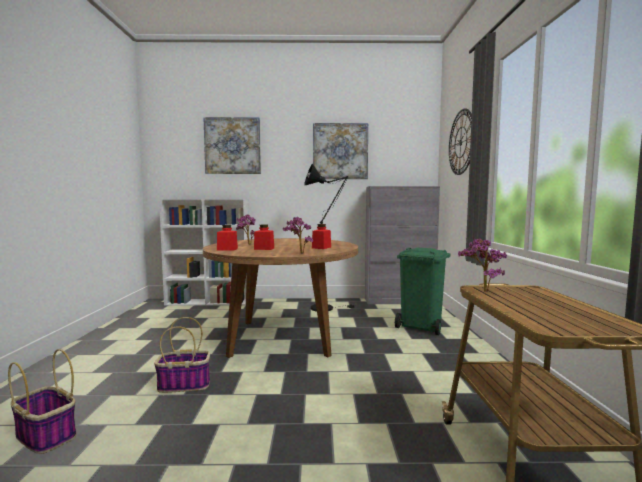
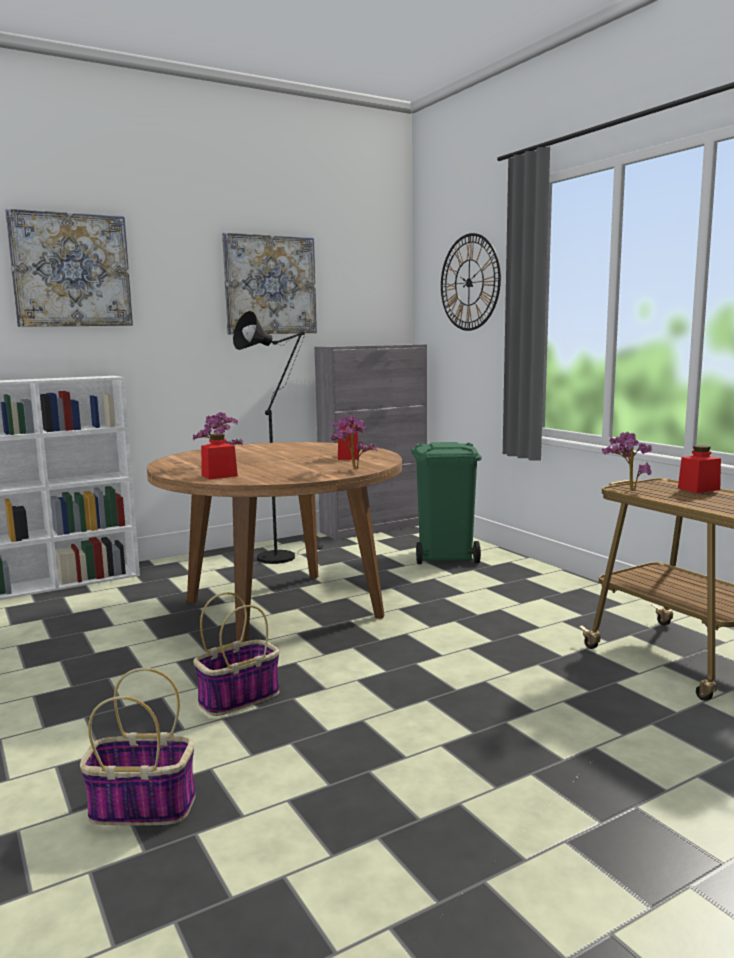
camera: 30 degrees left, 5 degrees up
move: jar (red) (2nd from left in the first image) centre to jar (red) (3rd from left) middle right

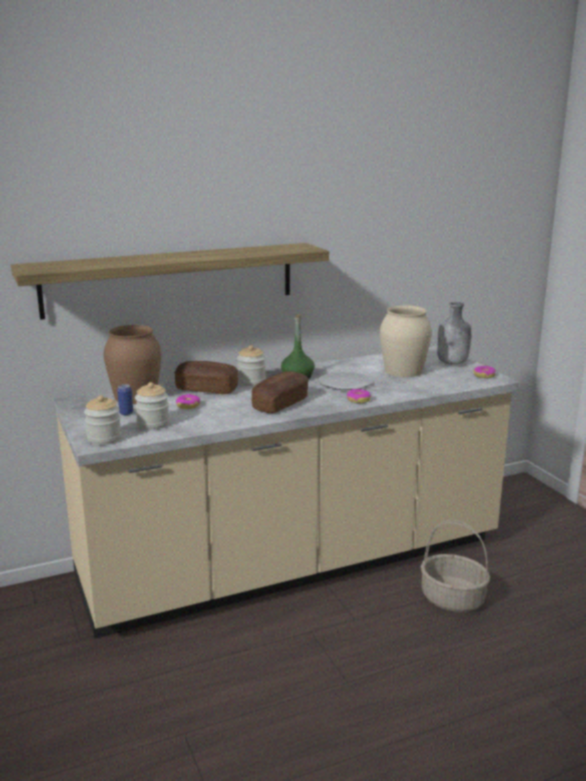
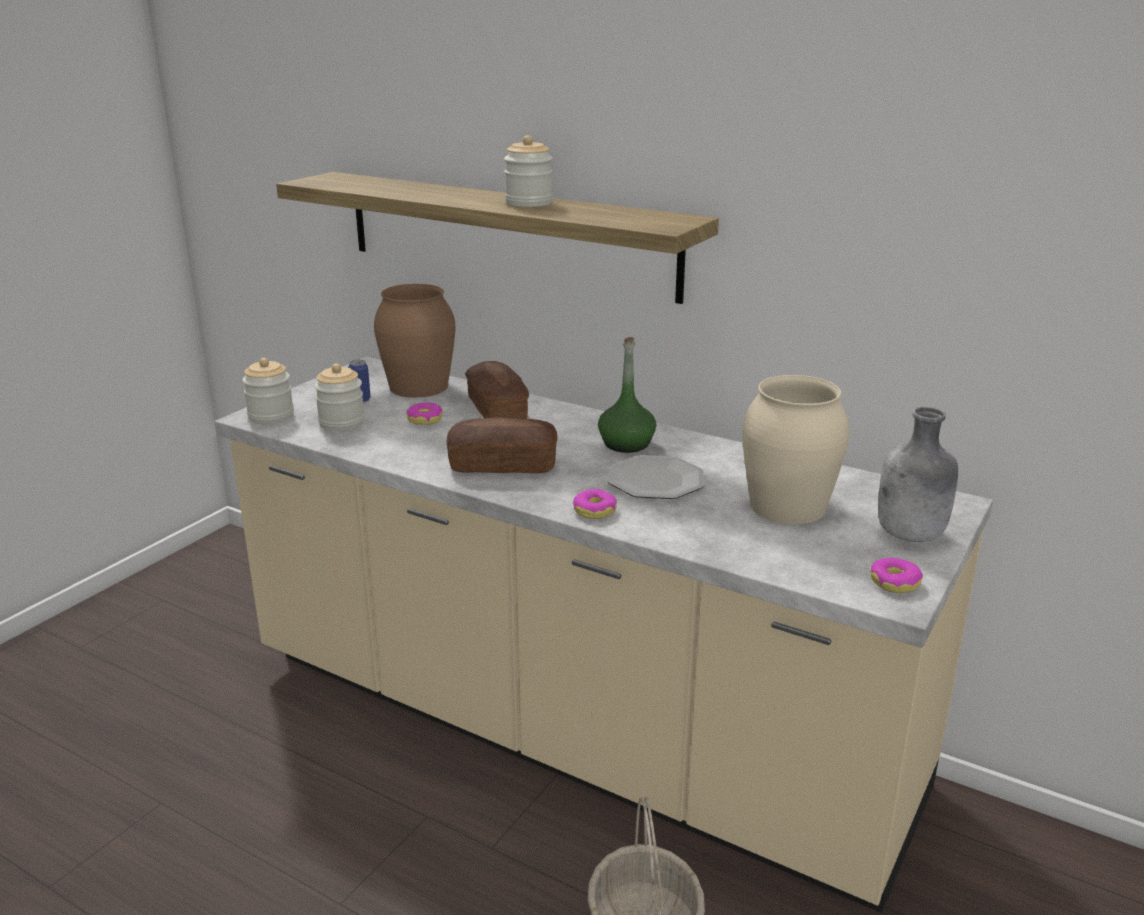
camera: 55 degrees right, 5 degrees up
move: jar (3rd from left) centre to top centre

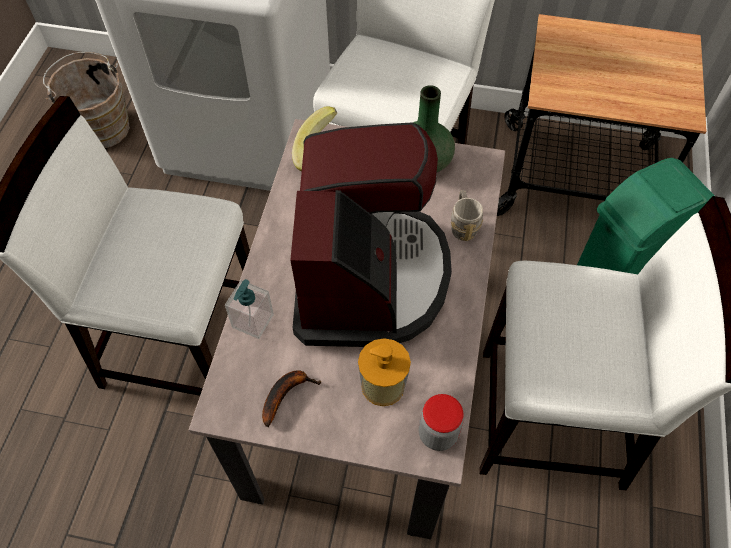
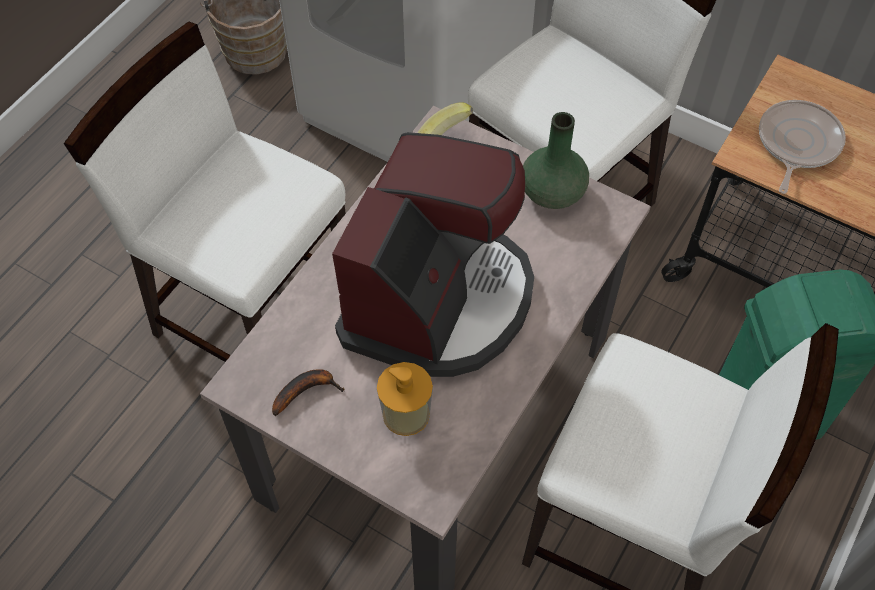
camera: 20 degrees right, 0 degrees up
delete: soap bottle (1st from left) centre; jar bottom centre; coffee mug (grey) centre
insert: pan top right

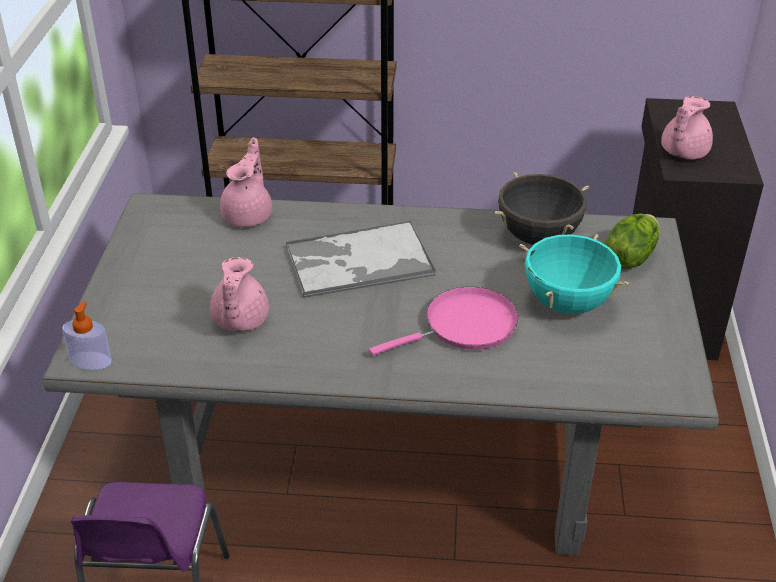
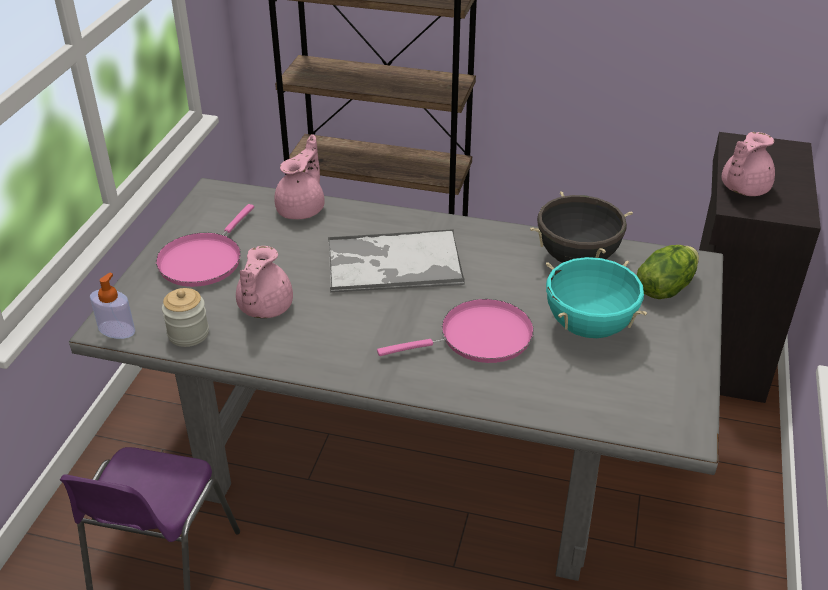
camera: 10 degrees right, 0 degrees up
insert: pan (pinkish) (1st from left) middle left; jar middle left

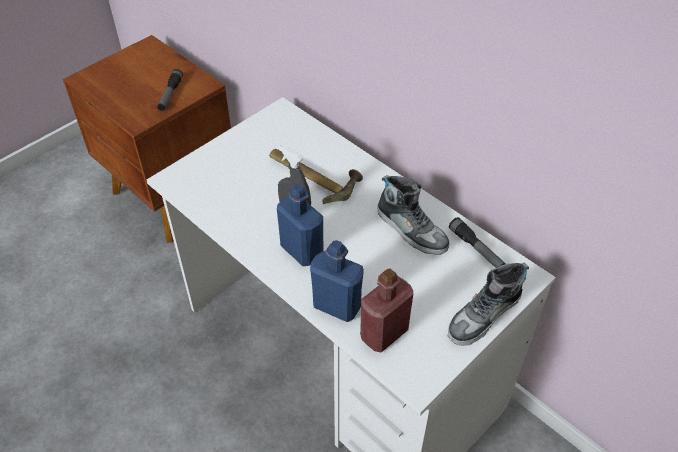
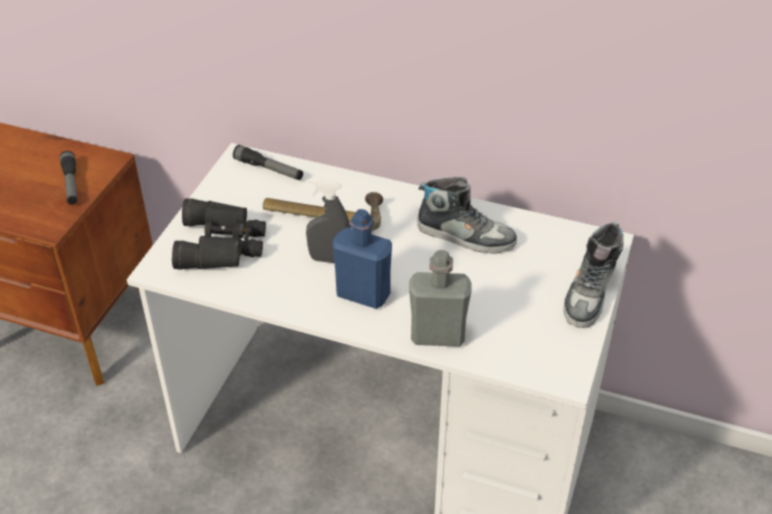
camera: 25 degrees left, 5 degrees down
delete: beverage bottle (red) bottom centre
insert: pair of binoculars (black-coloured) middle left
move: hand torch (2nd from left) middle right to top centre
recolor: beverage bottle (blue) (2nd from left) centre to beverage bottle (grey) centre

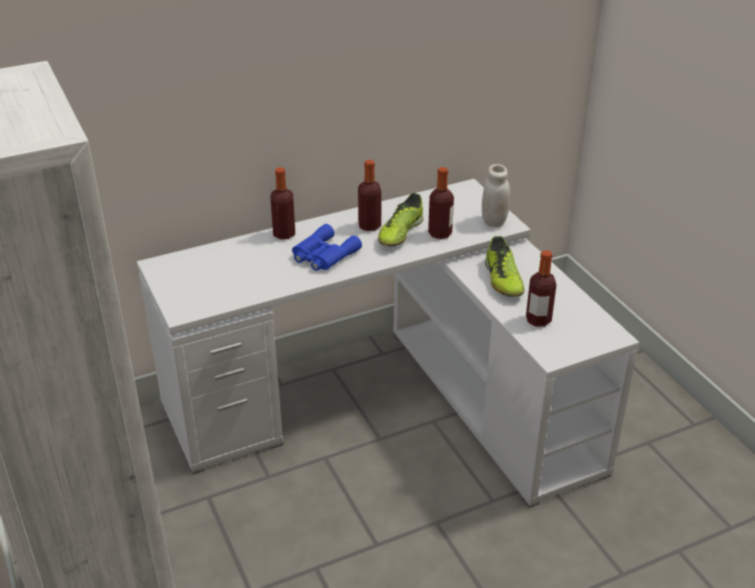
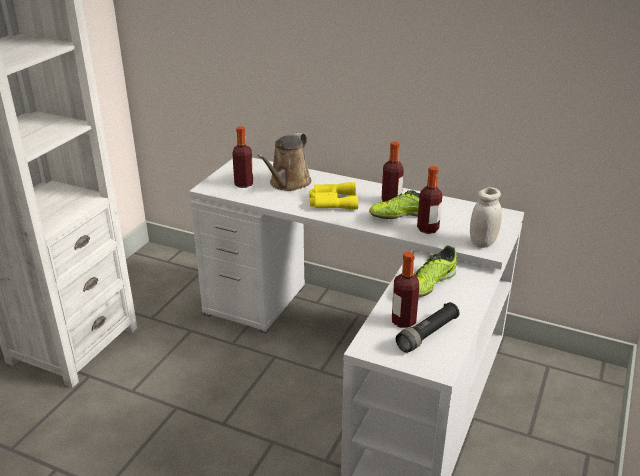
camera: 50 degrees right, 5 degrees down
insert: watering pot (brown-coloured) centre; hand torch (black-coloured) bottom right
move: beverage bottle (1st from left) centre to top centre
recolor: pair of binoculars (blue) centre to pair of binoculars (yellow-coloured) centre

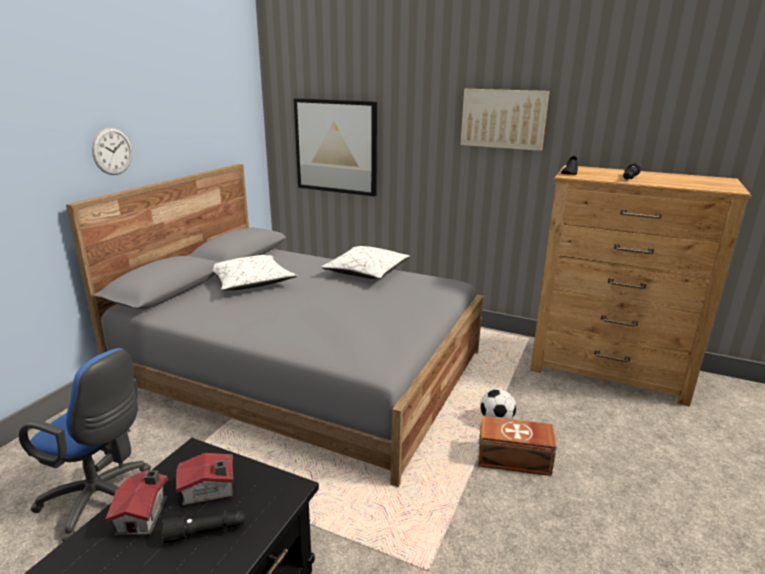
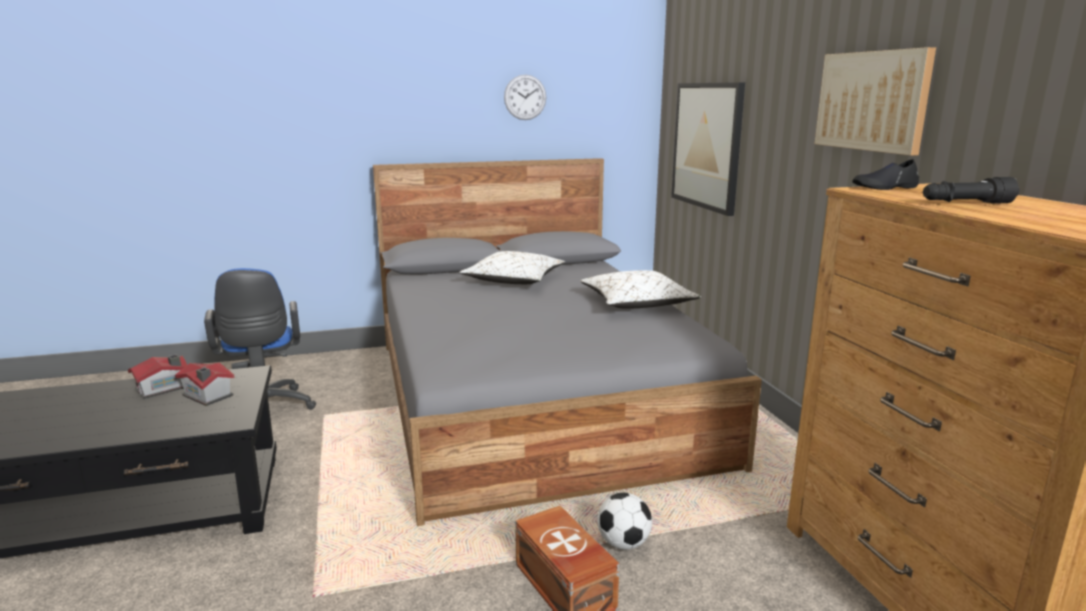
camera: 50 degrees right, 5 degrees down
delete: hand torch (black-coloured) (1st from left) bottom left
move: hanging clock top left to top centre

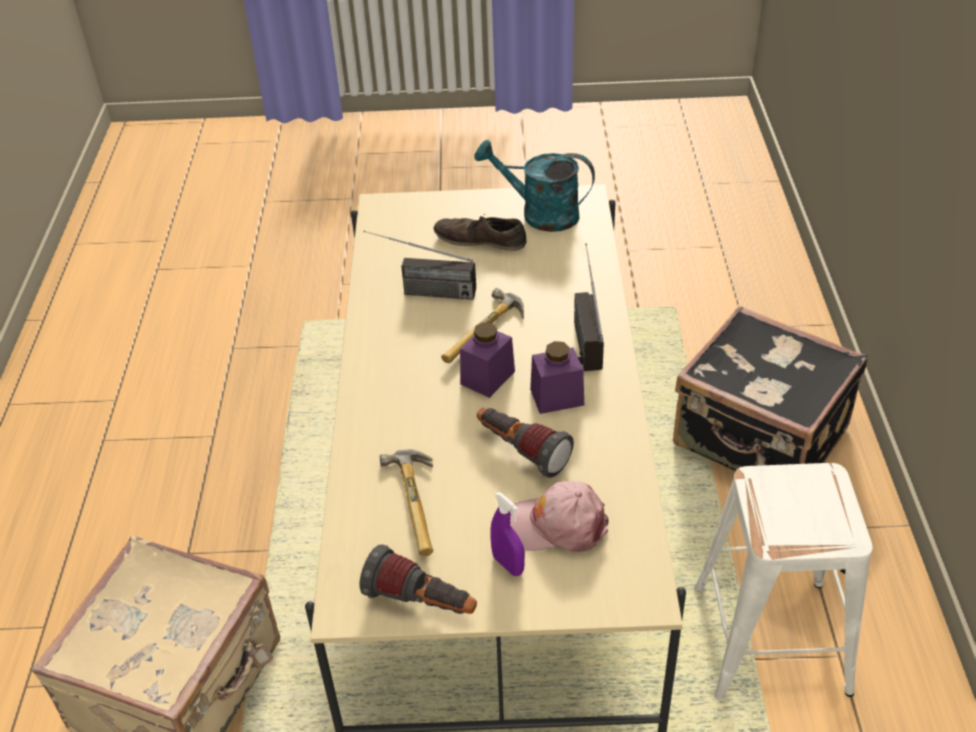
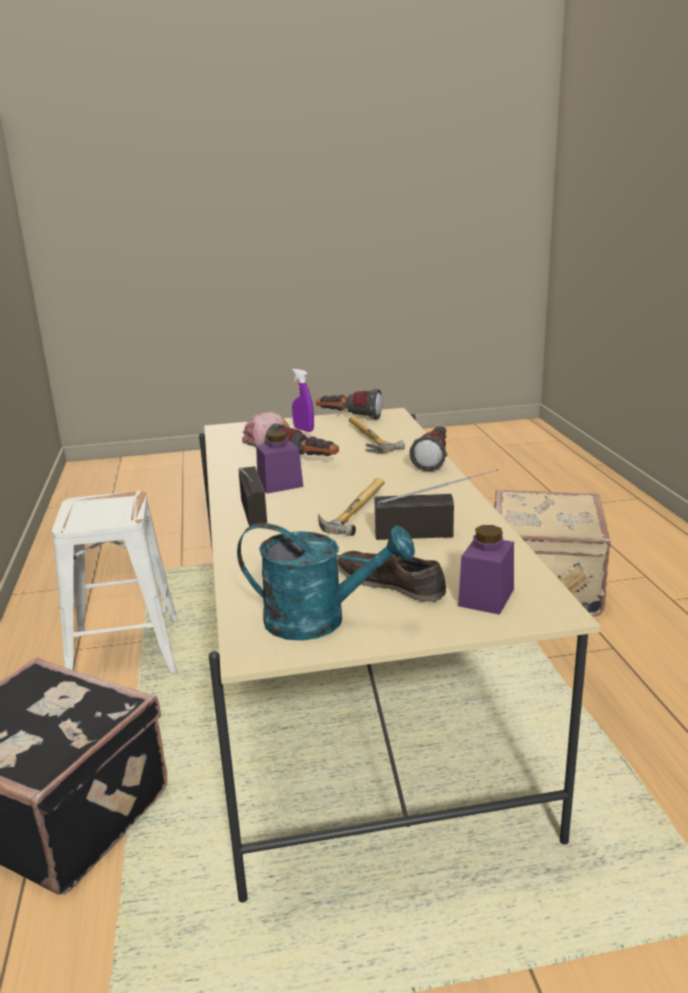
camera: 170 degrees right, 20 degrees down
insert: hand torch (3rd from left) centre
move: jar (purple-coloured) (1st from left in the first image) centre to jar (purple-coloured) (2nd from left) middle right
rotate: item of footwear (brown-coloured) top centre = centre 150 degrees counterclockwise

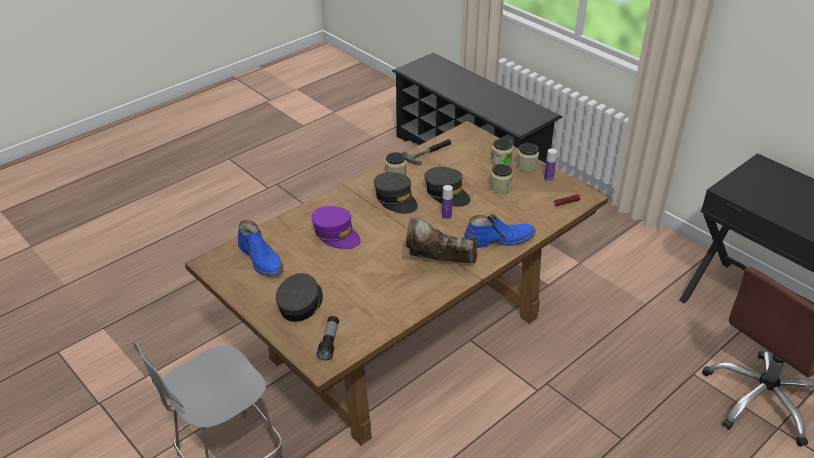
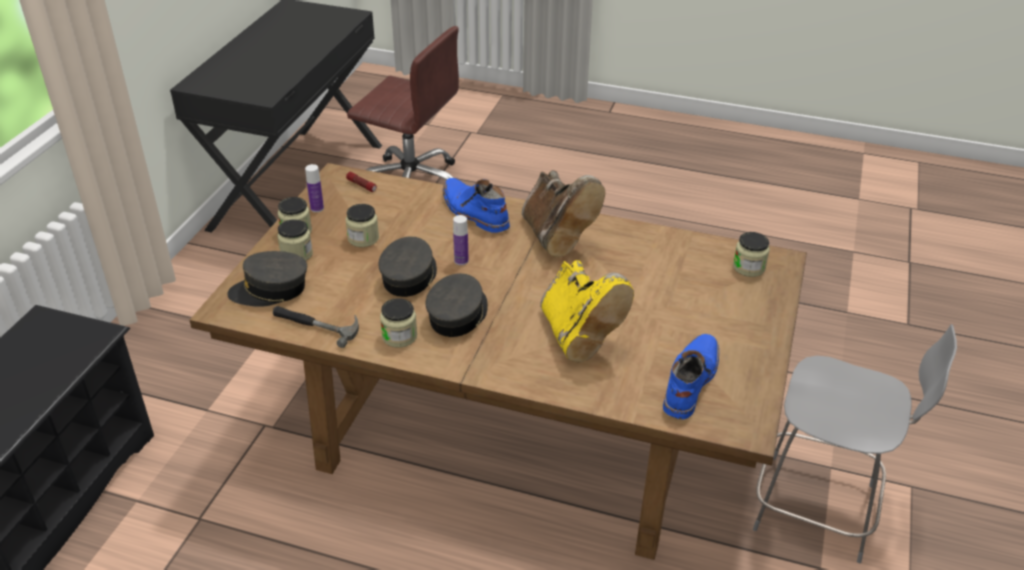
camera: 120 degrees left, 0 degrees up
move: baseball cap (grey) (1st from left) centre to middle left
replace: baseball cap (purple-coloured) centre to high-top boot (yellow-coloured) centre; hand torch (1st from left) bottom centre to jar (5th from left) middle right

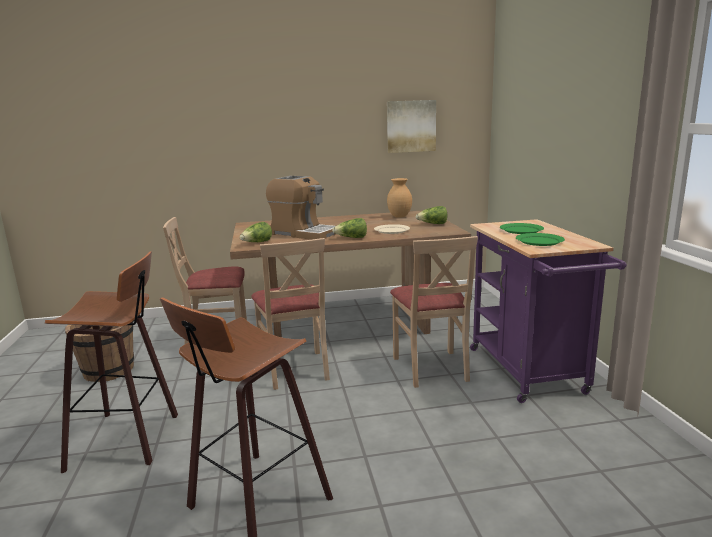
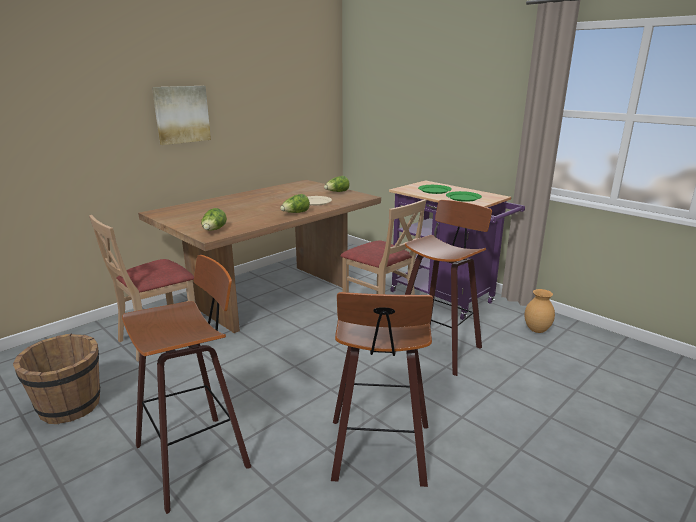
camera: 35 degrees left, 5 degrees up
delete: upright chair (sand-coloured) (2nd from left) centre; coffee maker centre
insert: stool seat (3rd from left) centre
move: picture top centre to top left; flower vase (brown-coloured) centre to middle right

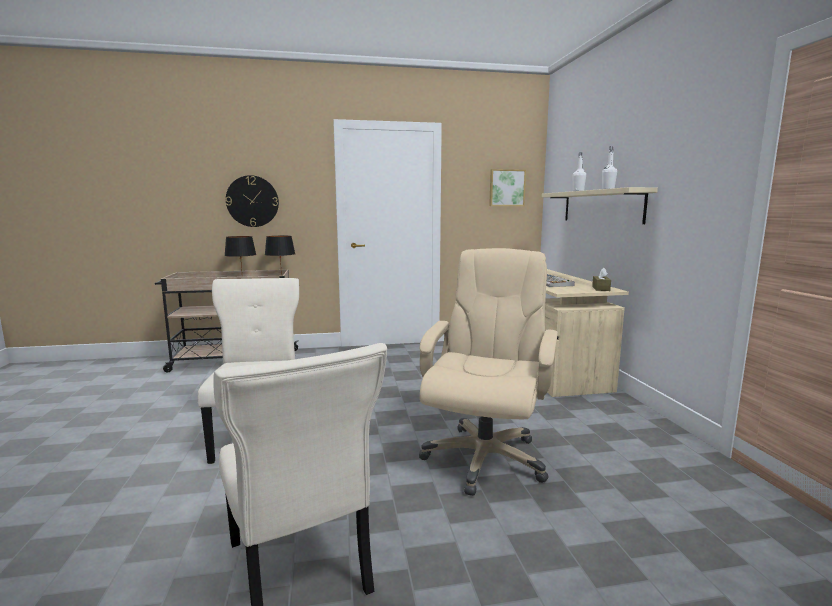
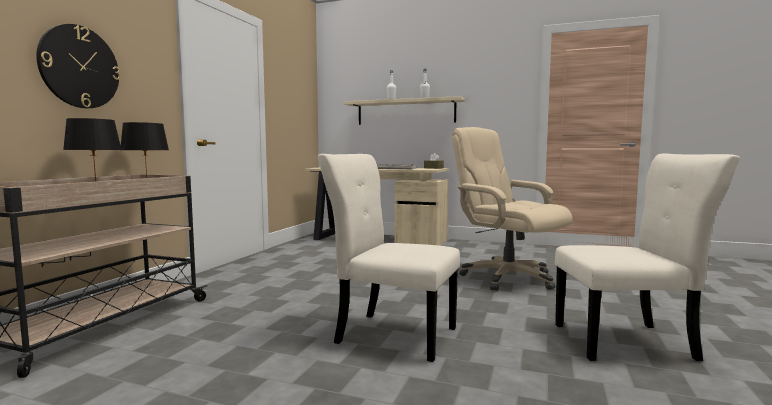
camera: 60 degrees left, 5 degrees down
delete: picture top centre

